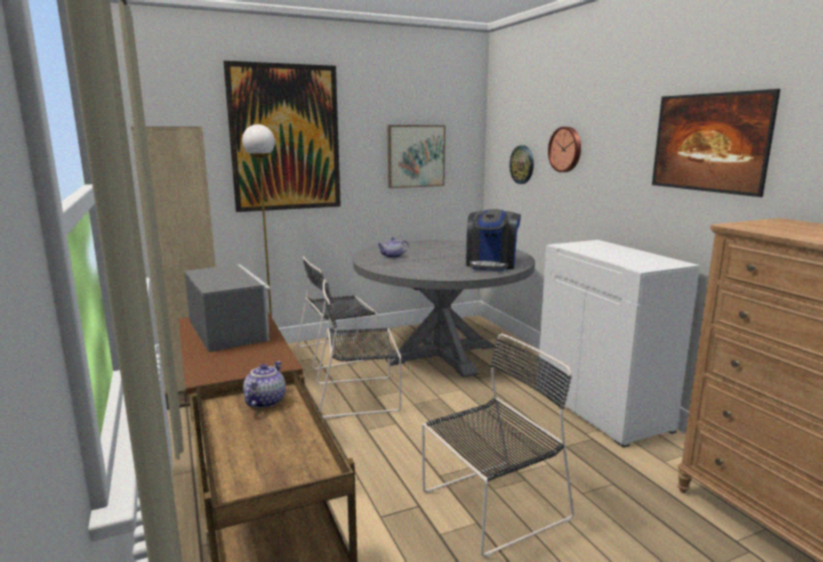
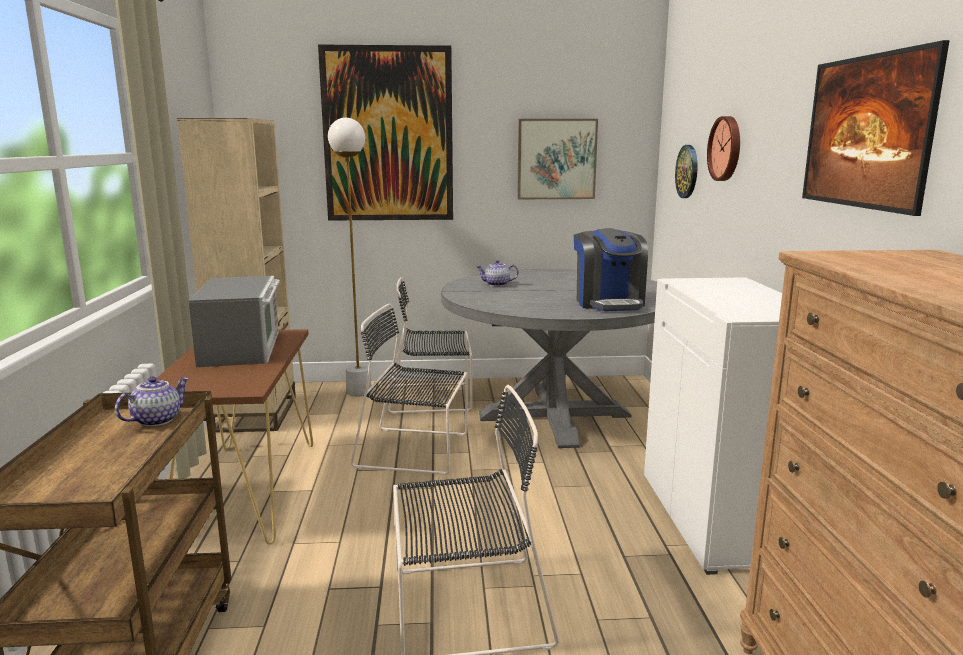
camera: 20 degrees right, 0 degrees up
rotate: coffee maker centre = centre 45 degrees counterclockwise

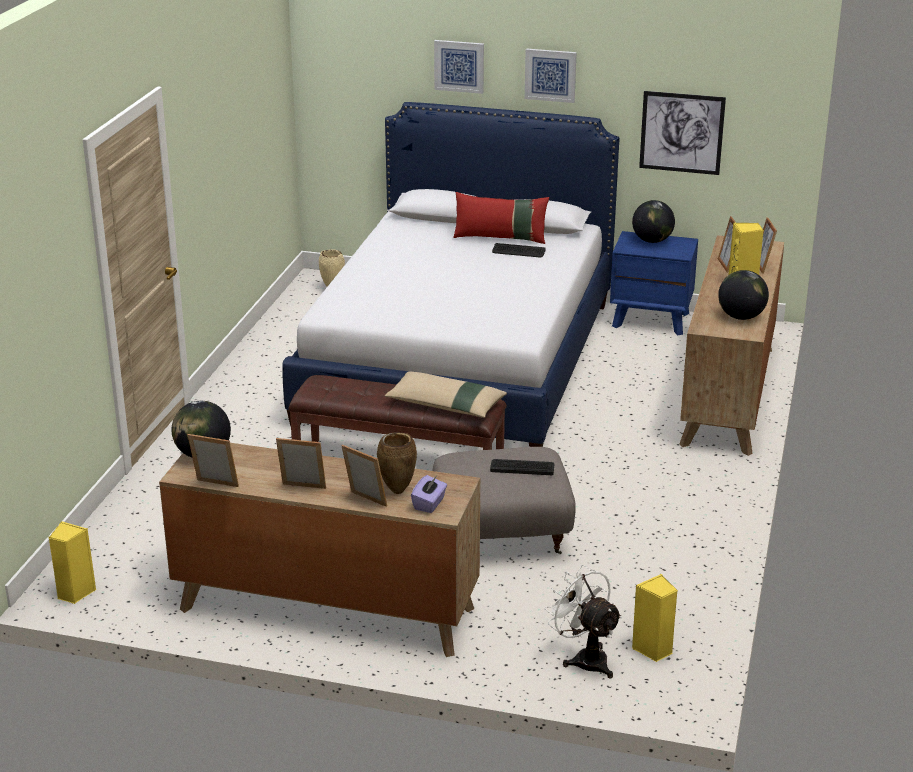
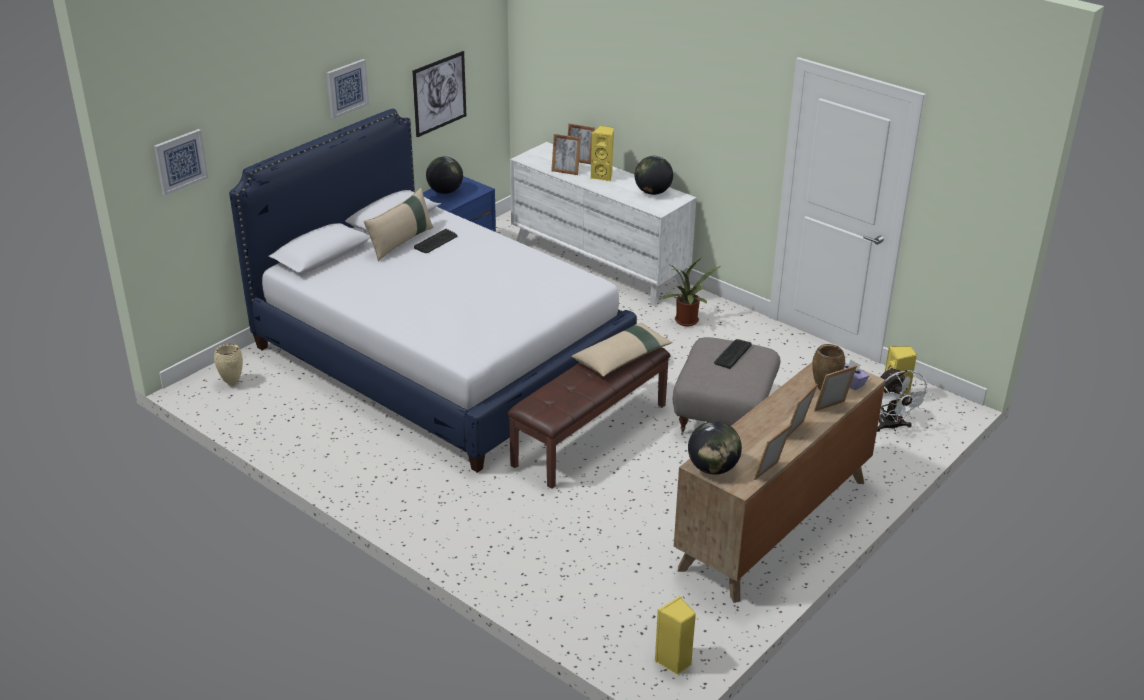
camera: 65 degrees left, 5 degrees up
insert: potted plant centre
move: picture (1st from left) top centre to top left
recolor: cushion (red) top centre to cushion (sand-coloured) (1st from left) top centre; chest of drawers (brown-coloured) (2nd from left) middle right to chest of drawers (whitish) top centre
rotate: electric fan (whitish) bottom centre = middle right 90 degrees counterclockwise

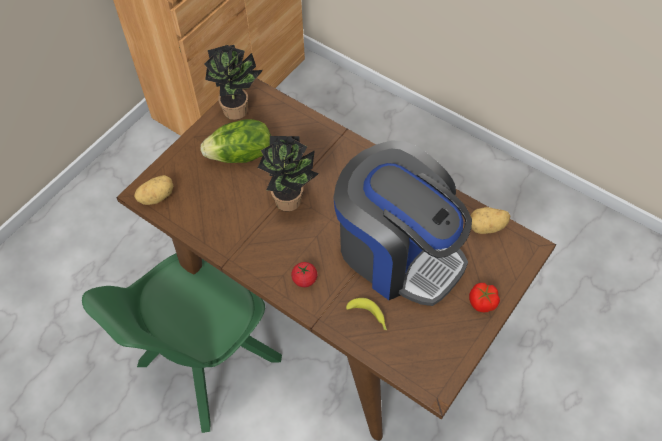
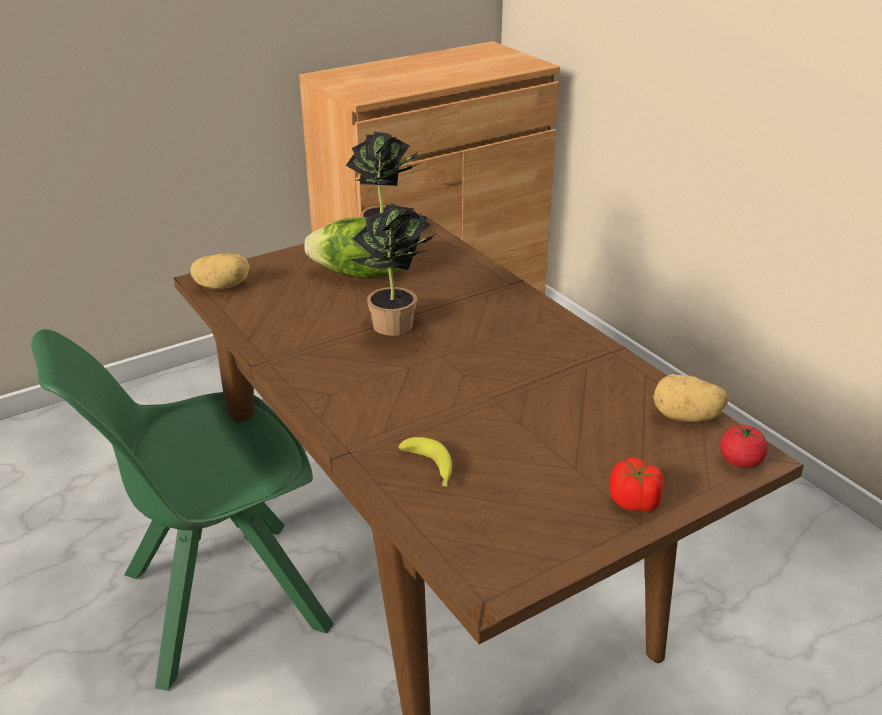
camera: 20 degrees right, 25 degrees down
delete: coffee maker centre
move: whole tomato (1st from left in the first image) centre to whole tomato (2nd from left) middle right

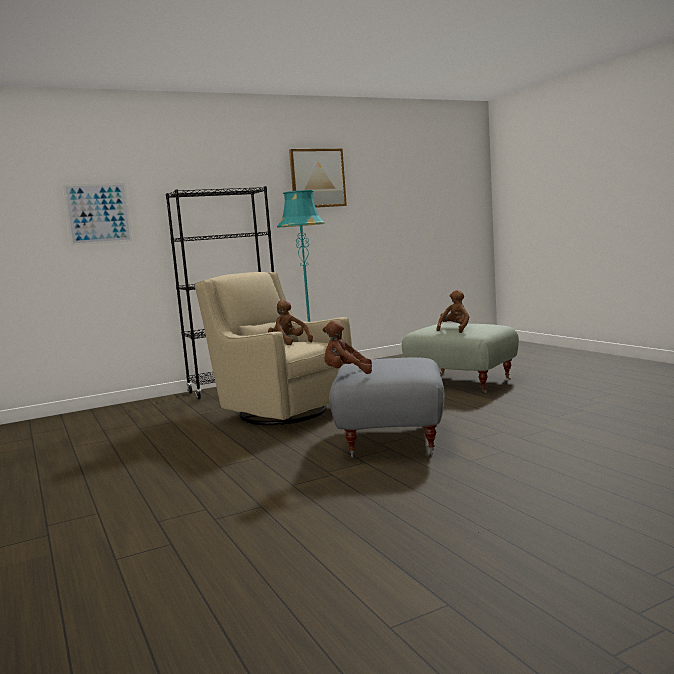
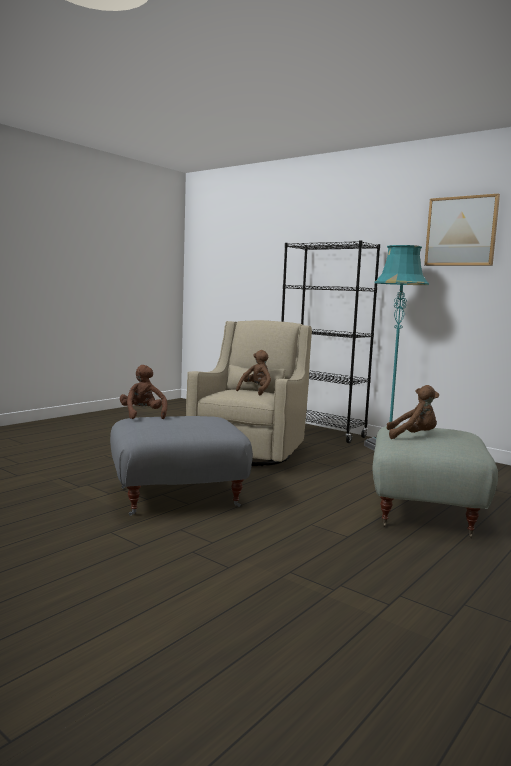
camera: 65 degrees right, 0 degrees up
delete: picture (1st from left) top left

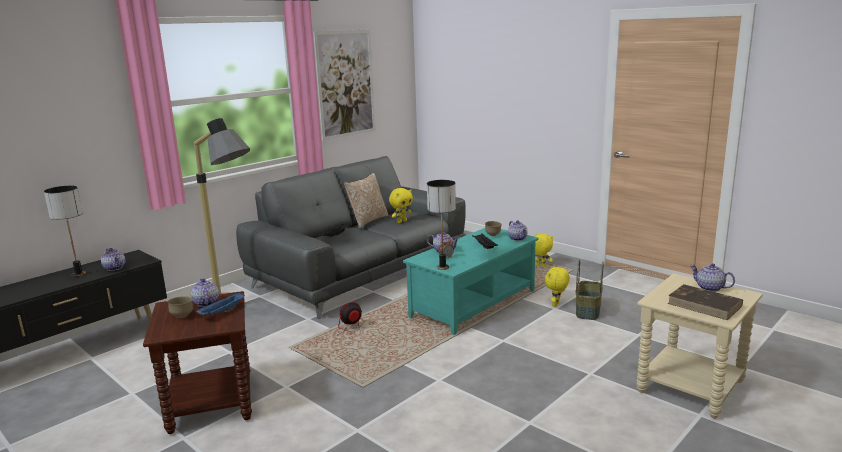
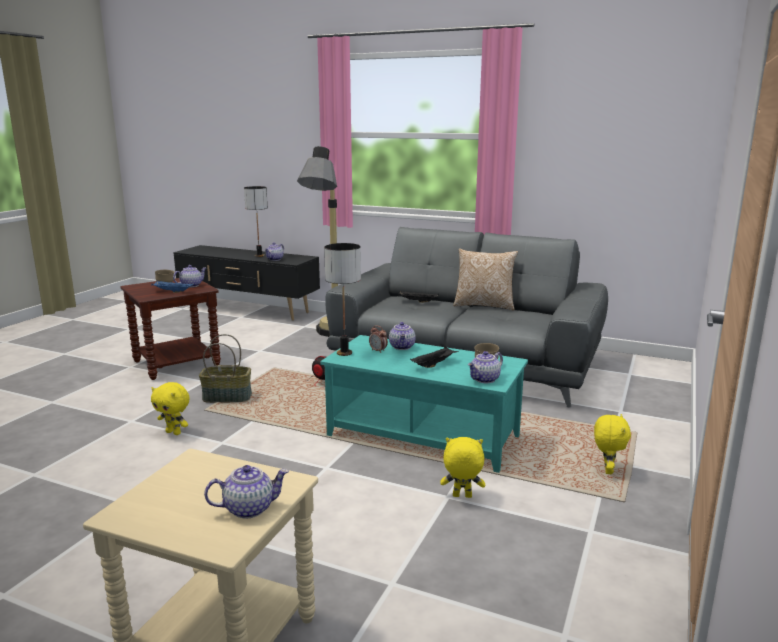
camera: 70 degrees right, 0 degrees up
delete: picture top centre; volume (brown-coloured) bottom right
move: cuddly toy (yellow-coloured) (1st from left) centre to middle left; storage basket middle right to middle left
rotate: teapot (5th from left in the first image) middle right = bottom left 45 degrees clockwise

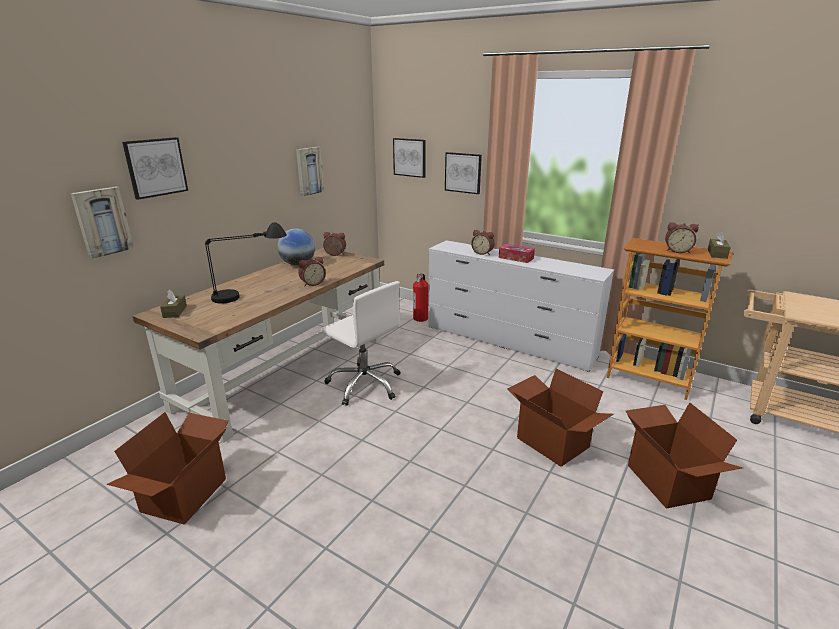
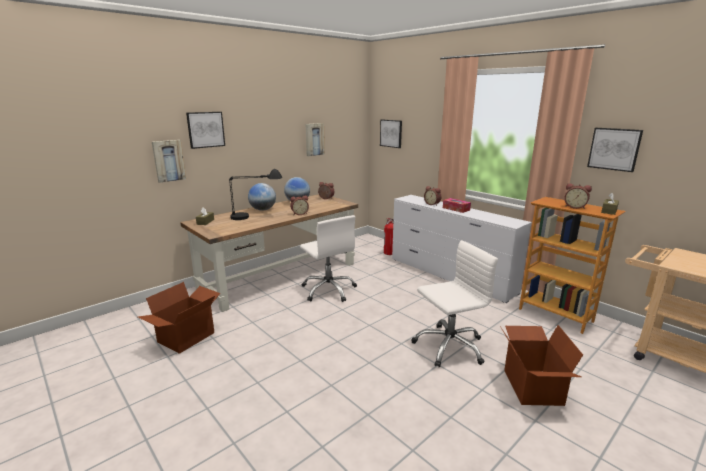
camera: 15 degrees right, 5 degrees down
insert: world globe (1st from left) centre
move: picture (5th from left) top centre to top right
replace: carton (2nd from left) middle right to office chair (whitish) (2nd from left) centre

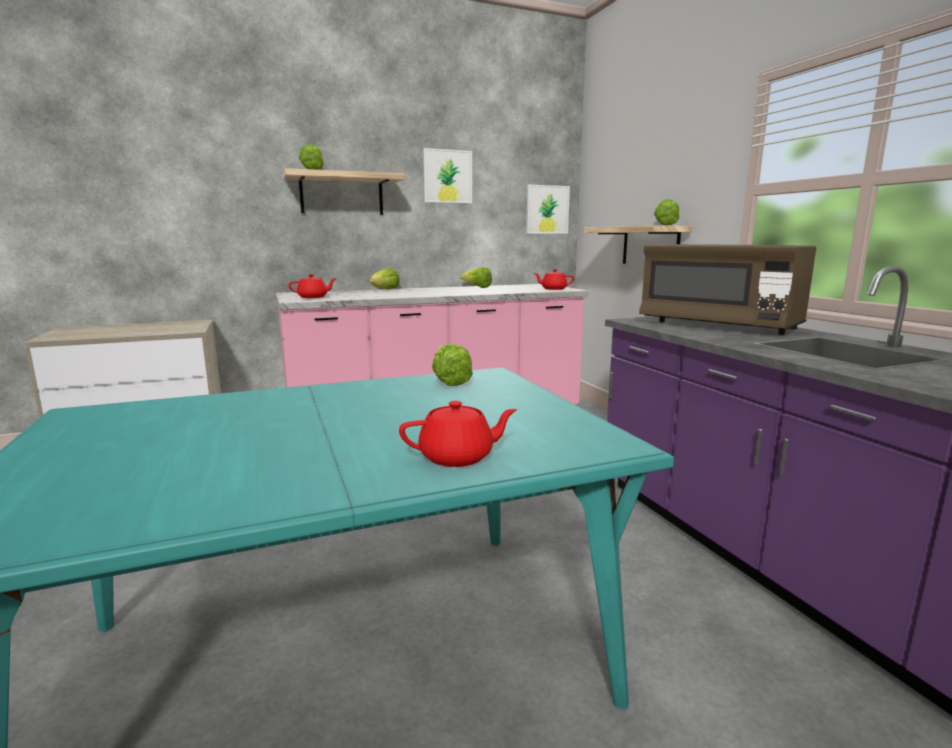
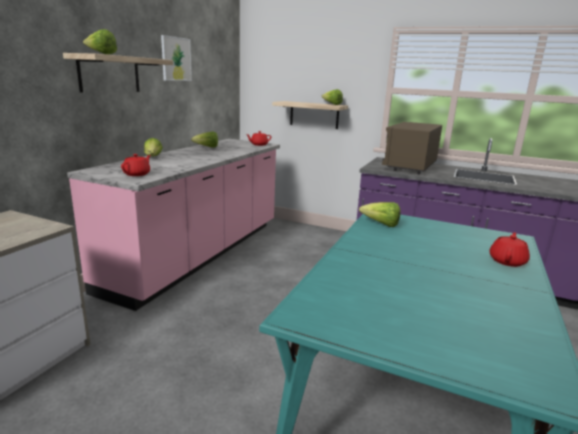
camera: 45 degrees left, 5 degrees up
delete: picture (2nd from left) top centre
rotate: microwave oven (brown-coloured) middle right = middle right 120 degrees clockwise

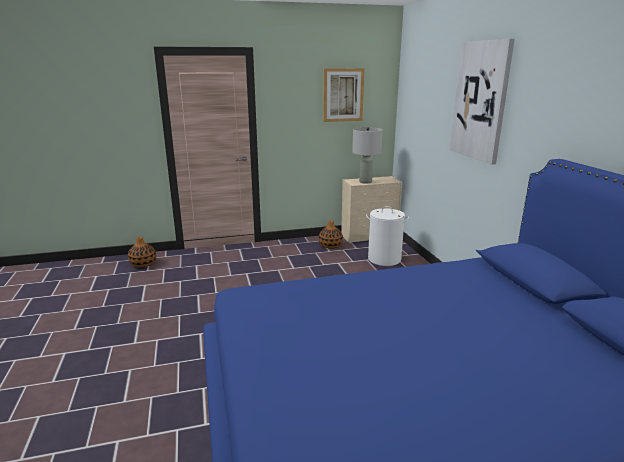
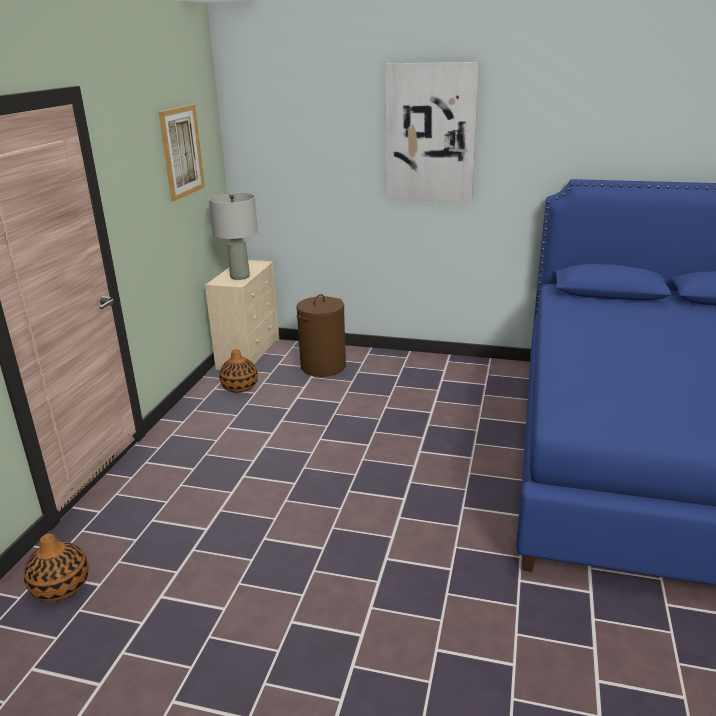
camera: 60 degrees left, 5 degrees up
recolor: laundry basket (whitish) centre to laundry basket (brown-coloured) centre

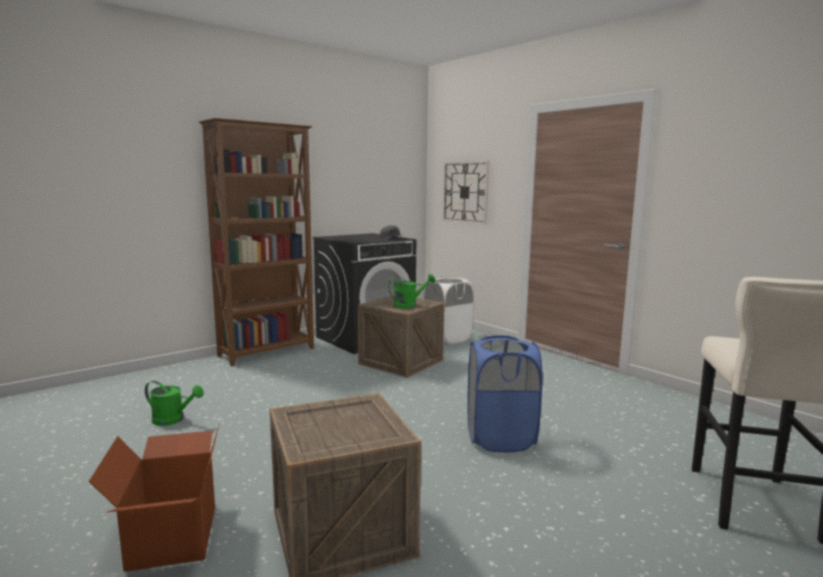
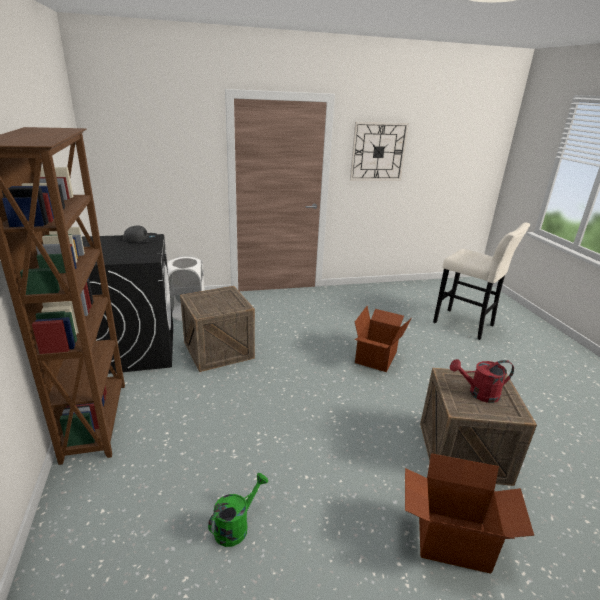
camera: 65 degrees left, 15 degrees up
delete: watering pot (green-coloured) (2nd from left) centre
insert: watering pot (red) middle right
move: hanging clock centre to top centre
replace: laundry basket (blue) bottom centre to carton (1st from left) centre

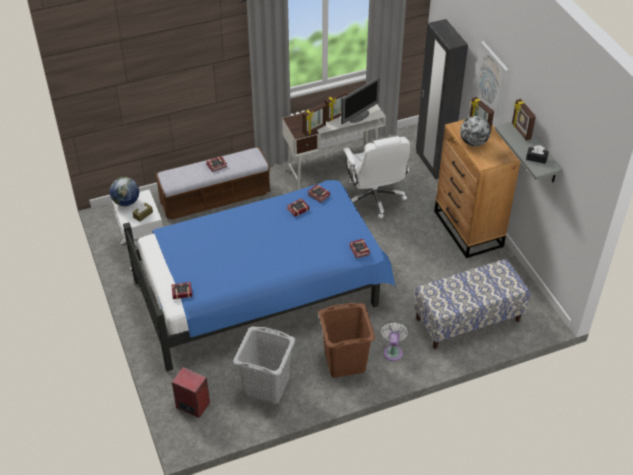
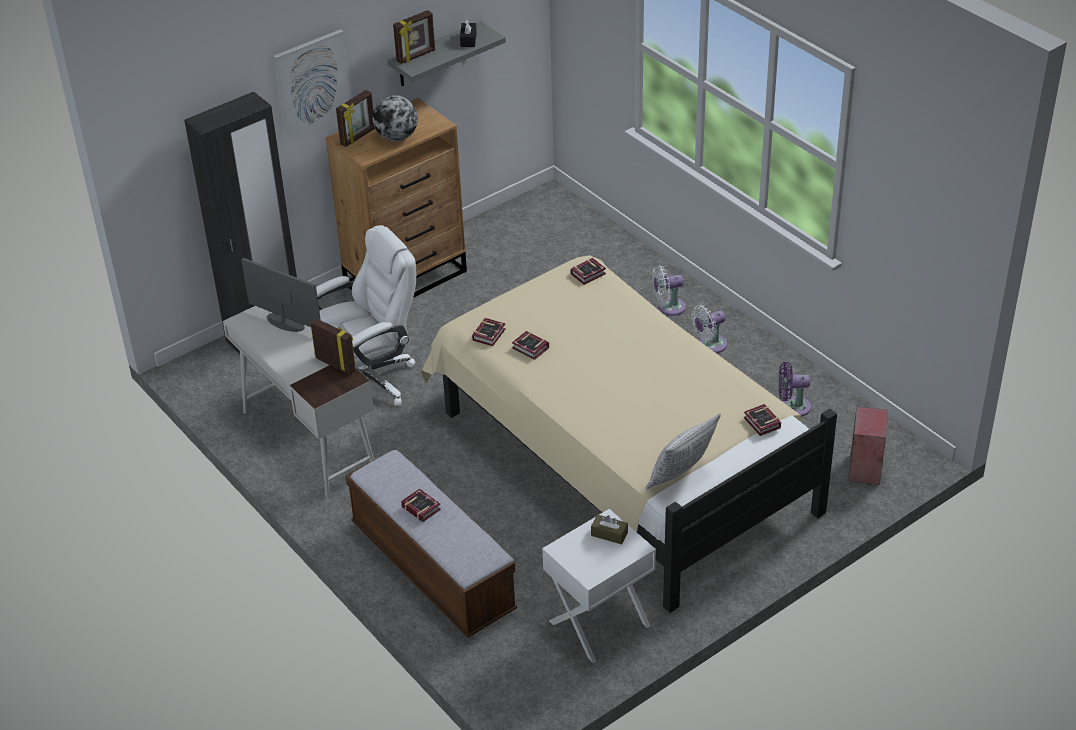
camera: 105 degrees left, 5 degrees down
delete: world globe (1st from left) middle left; picture frame (2nd from left) top centre; long seat (2nd from left) middle right
insert: cushion centre
replace: laundry basket (brown-coloured) bottom centre to electric fan (whitish) (2nd from left) centre; laundry basket (grey) bottom centre to electric fan (purple-coloured) middle right
recolor: bed (blue) centre to bed (sand-coloured) centre

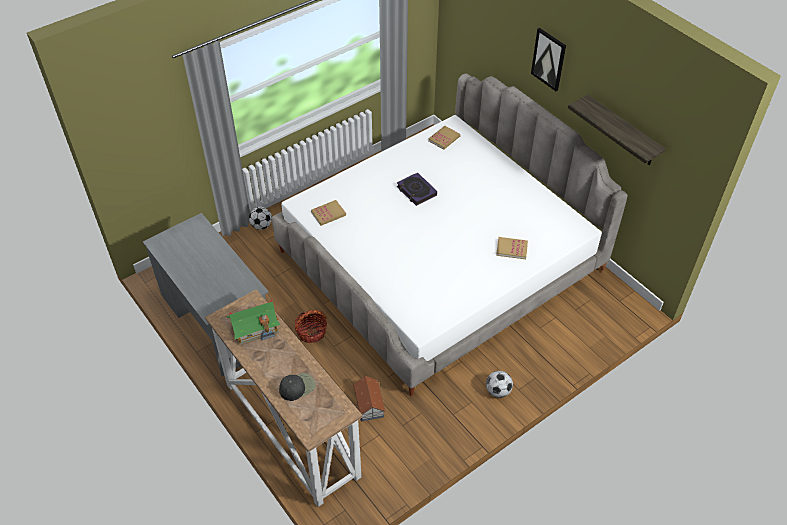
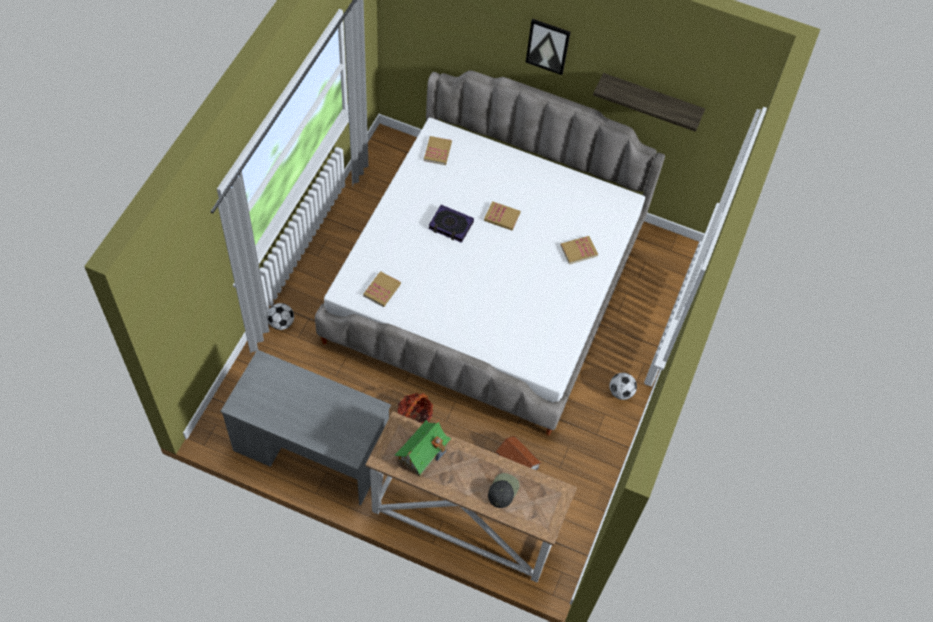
camera: 35 degrees left, 10 degrees up
insert: volume (4th from left) centre

